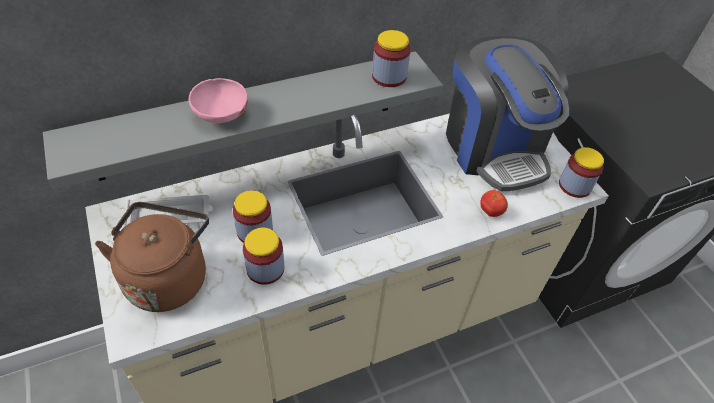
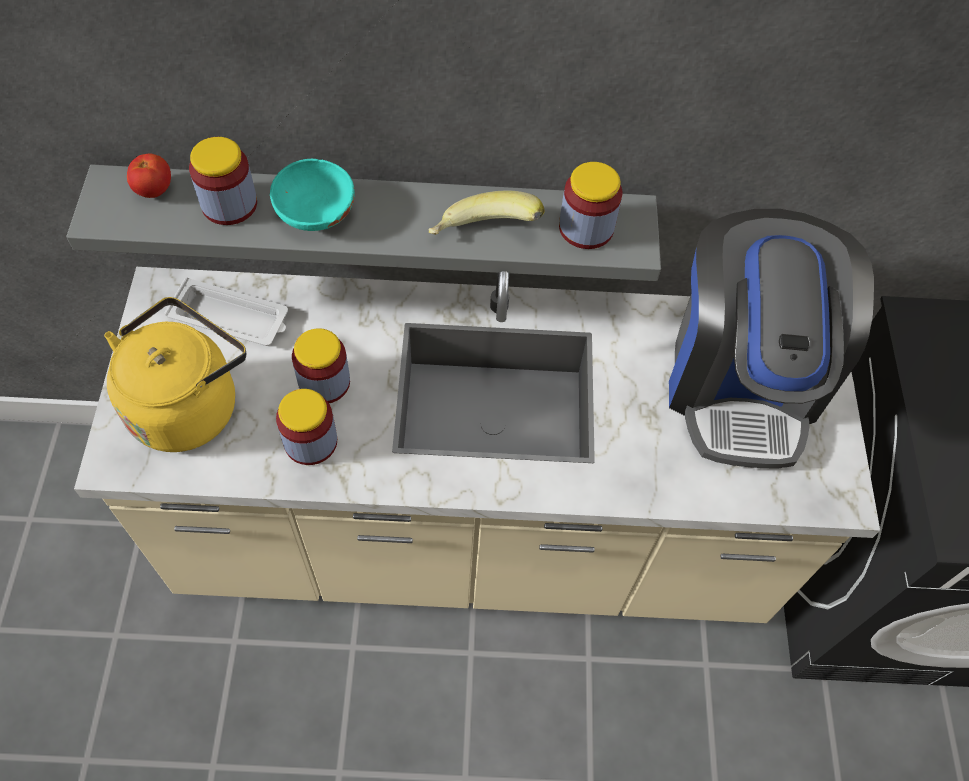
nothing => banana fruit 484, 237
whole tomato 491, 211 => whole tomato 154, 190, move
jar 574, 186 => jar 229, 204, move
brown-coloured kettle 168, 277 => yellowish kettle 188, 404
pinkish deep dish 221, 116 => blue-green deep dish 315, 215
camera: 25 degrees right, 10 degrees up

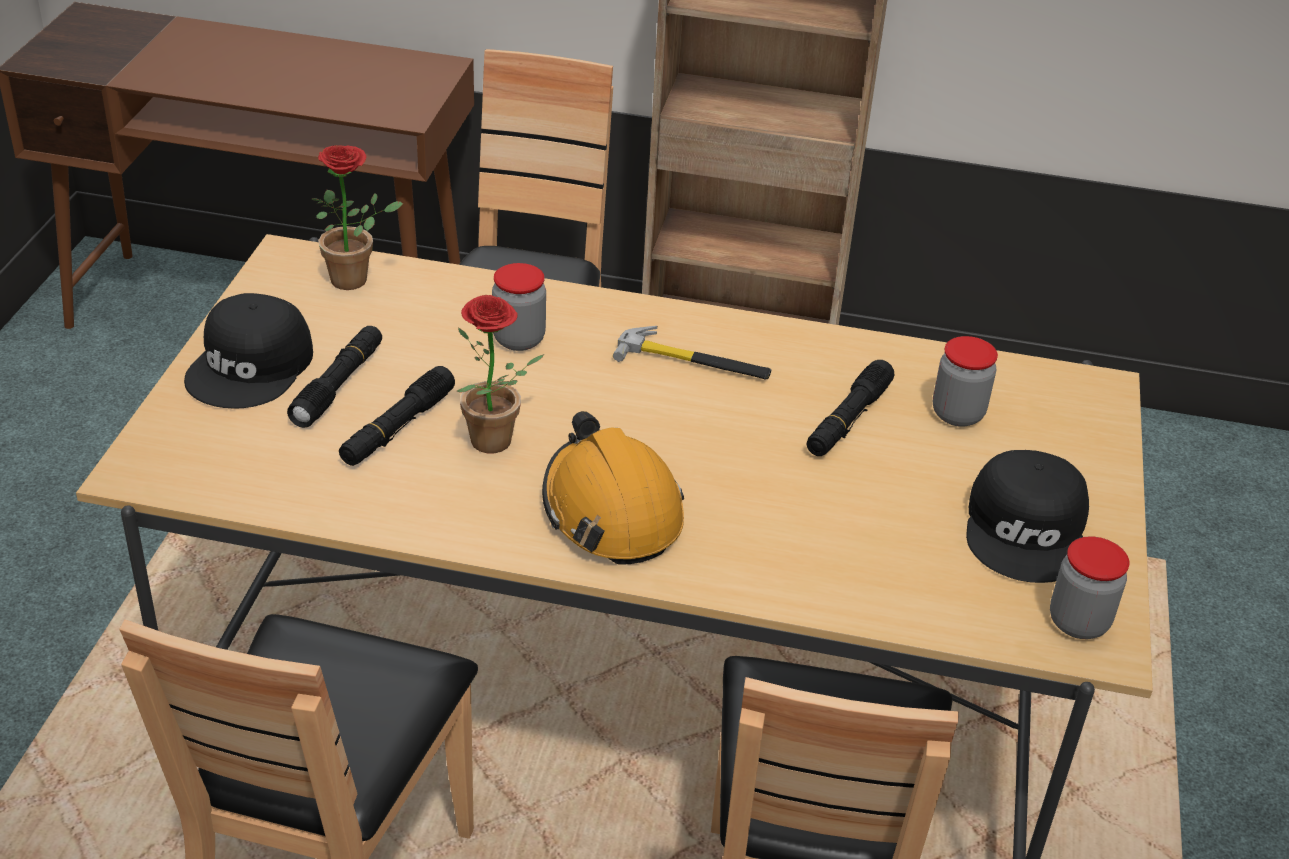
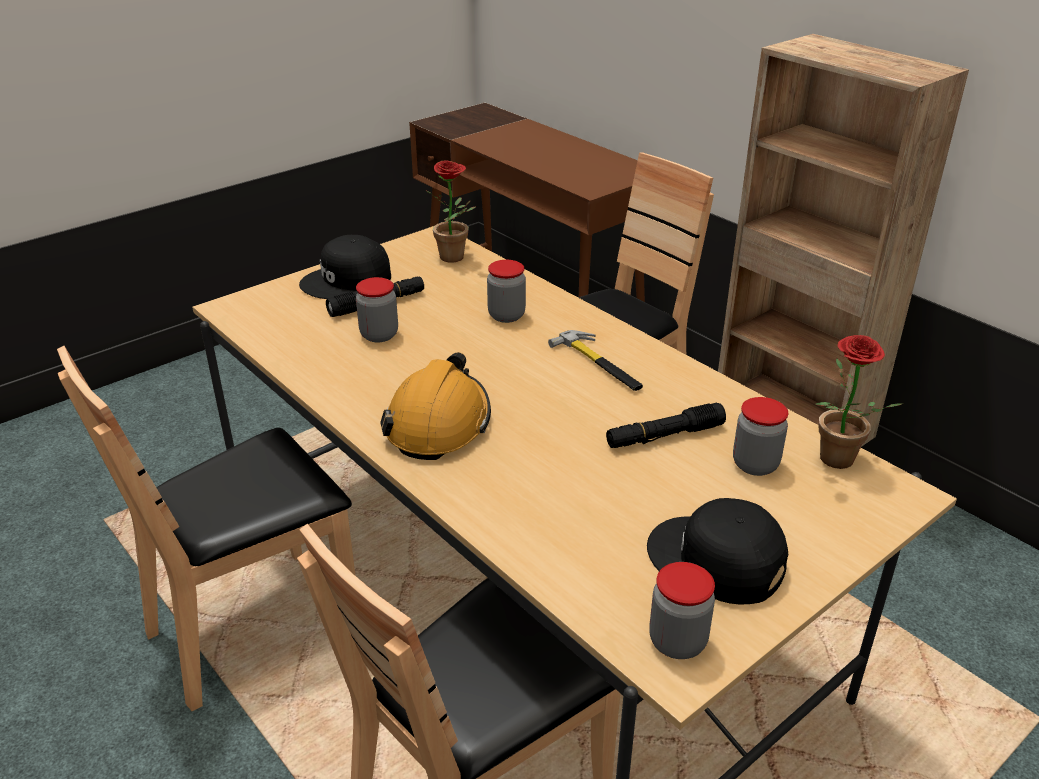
potted plant 493, 446 => potted plant 836, 463, move
black hand torch 397, 427 => jar 379, 335
black baseball cap 1027, 530 => black baseball cap 716, 561, 75 degrees clockwise
camera: 40 degrees right, 5 degrees down

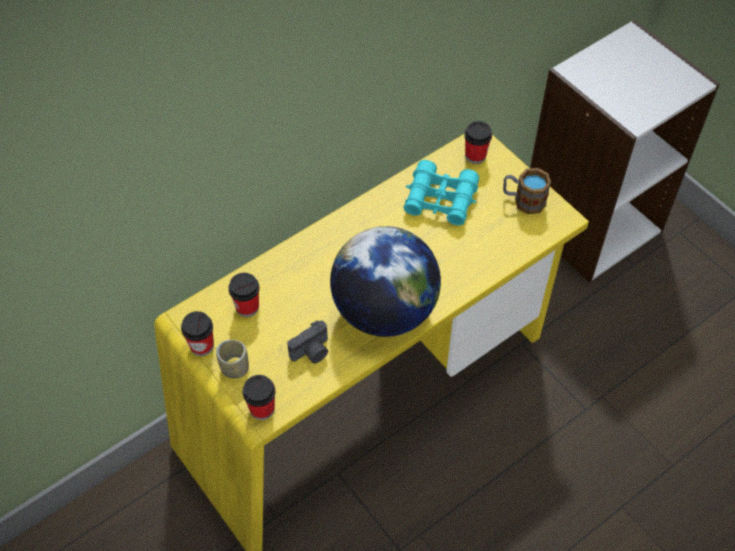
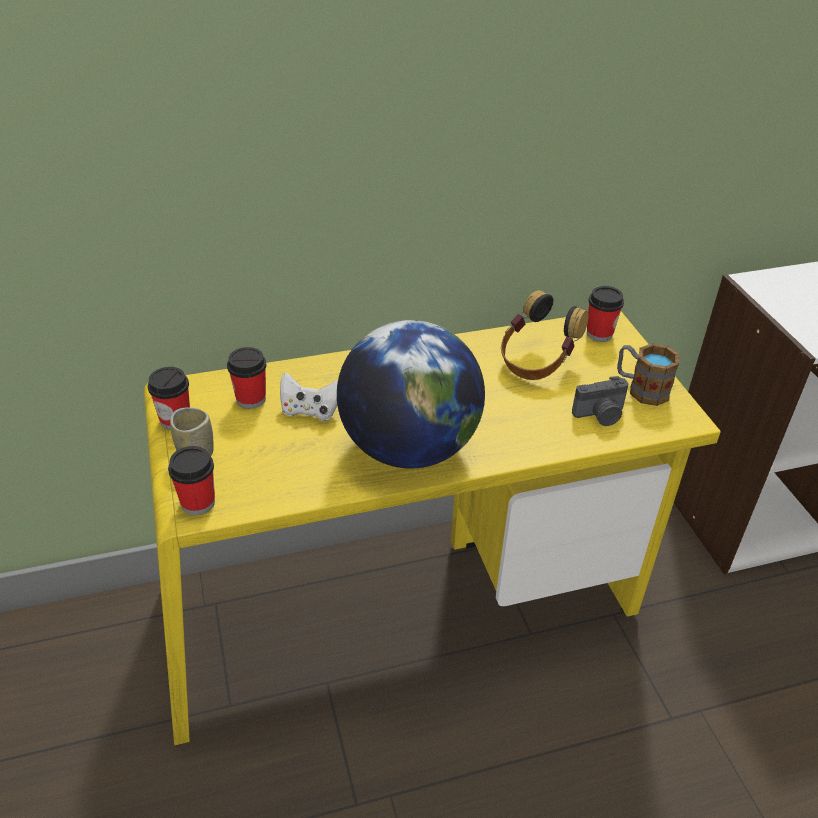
nothing => white-coloured joypad 310, 411
photo camera 312, 352 => photo camera 600, 415, move
blue-green pair of binoculars 440, 199 => headphones 536, 362
camera: 20 degrees right, 15 degrees down

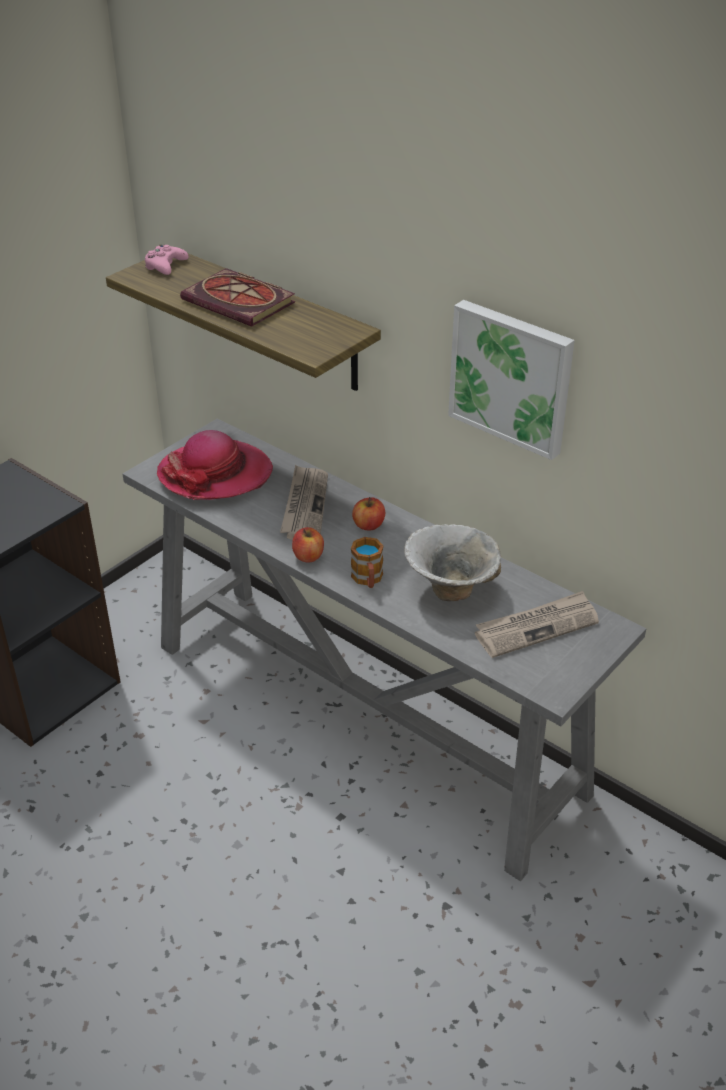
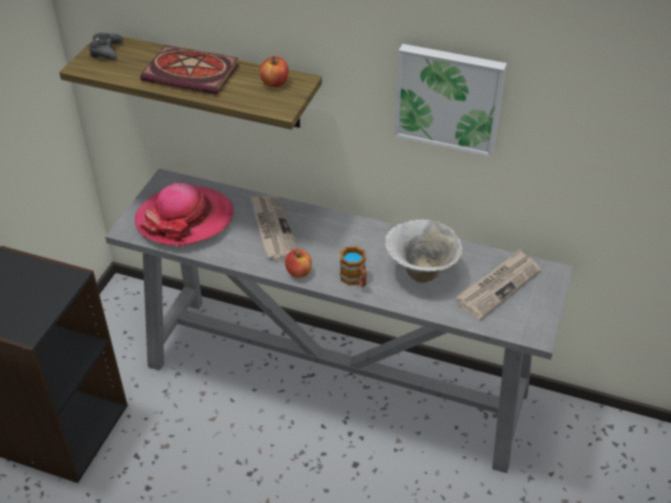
apple 368, 525 => apple 274, 83, move
pinkish joypad 165, 266 => black joypad 106, 51
camera: 20 degrees left, 5 degrees up

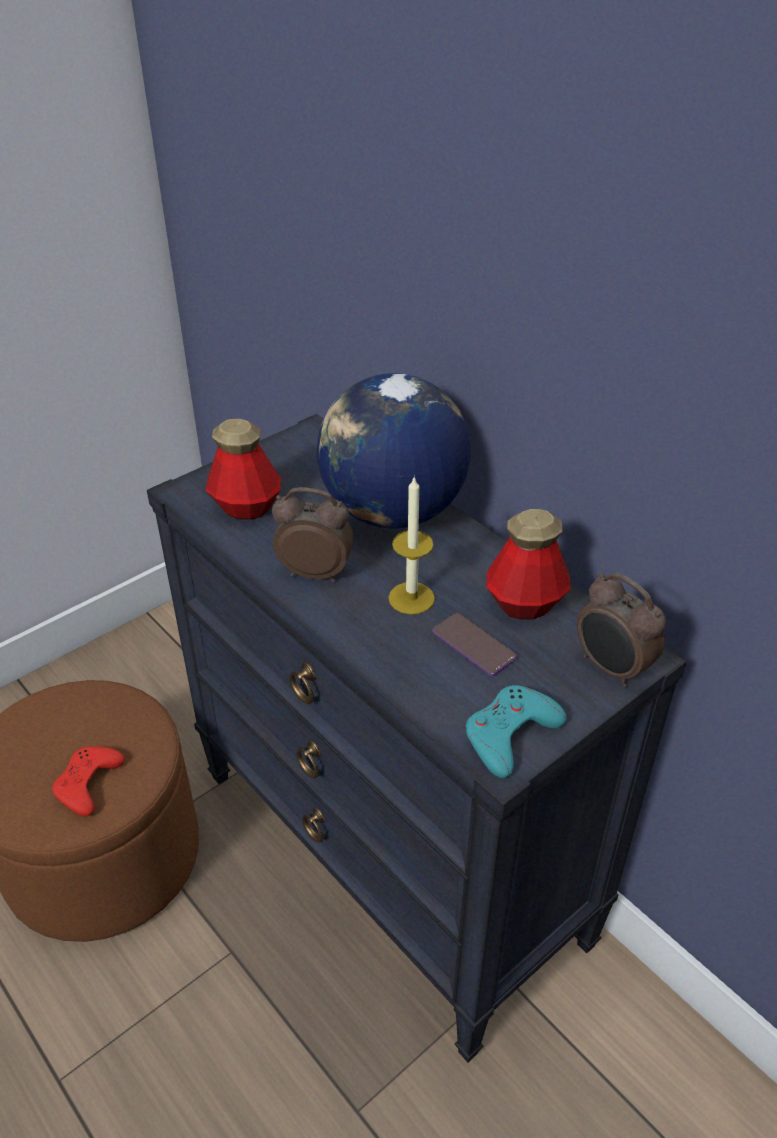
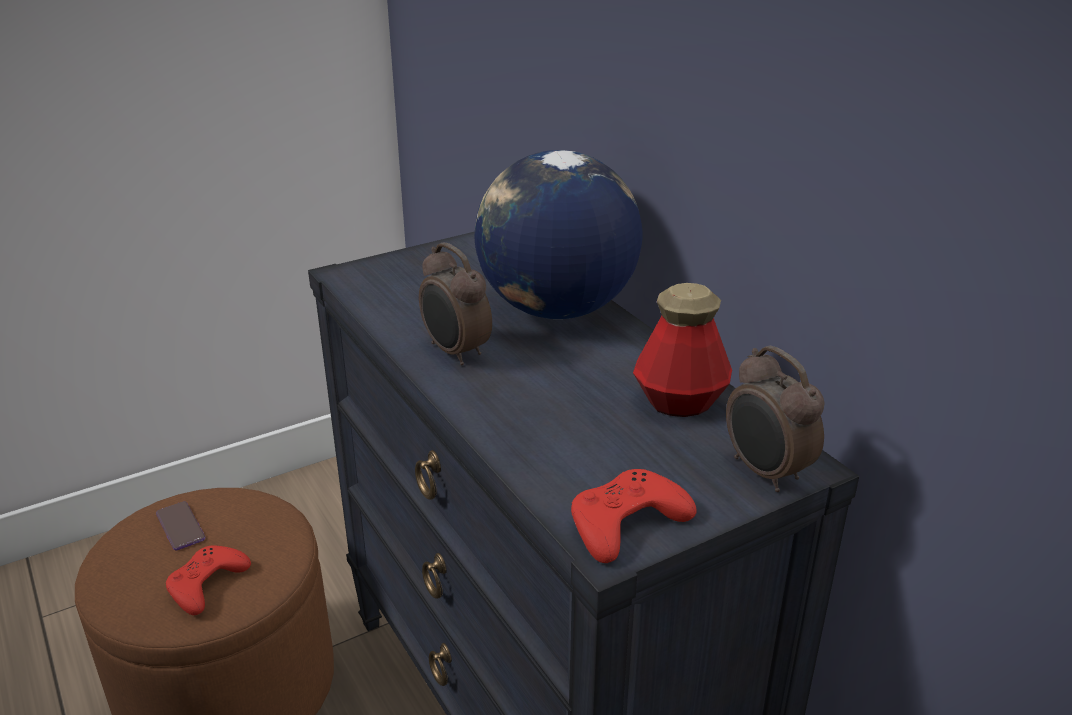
bottle 246, 507 => nothing
wax candle 411, 598 => nothing
telephone 474, 645 => telephone 180, 526, move
blue-green joypad 510, 734 => red-coloured joypad 626, 522
bedside clock 315, 572 => bedside clock 455, 352, 150 degrees counterclockwise
camera: 10 degrees right, 10 degrees down

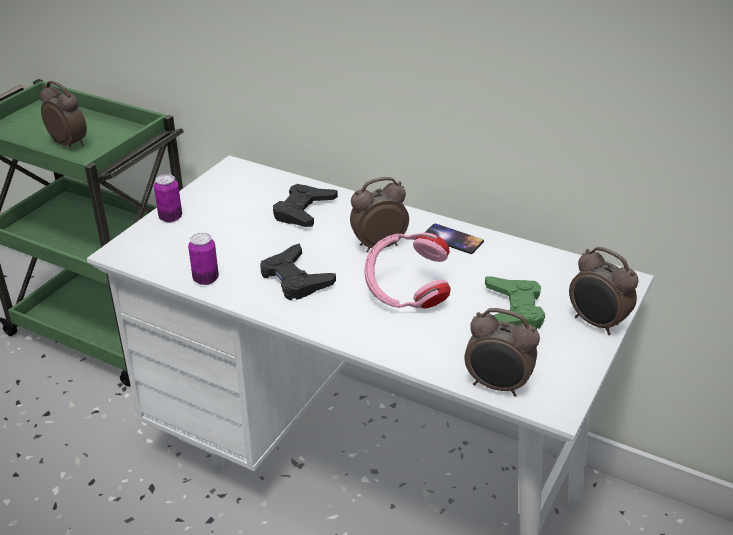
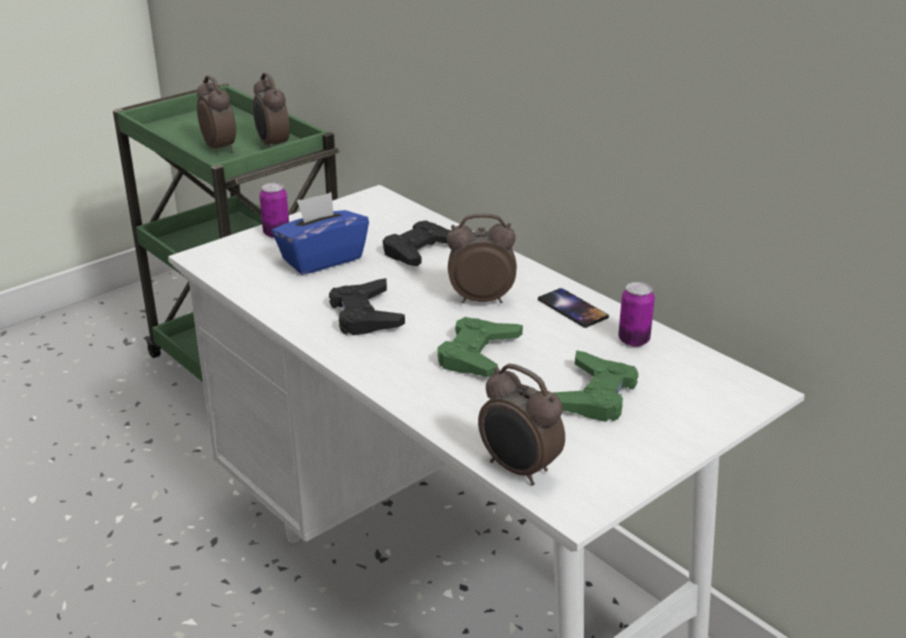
nothing => blue-coloured tissue box 322, 259
metal can 206, 279 => metal can 633, 340, move
bedside clock 596, 323 => bedside clock 272, 145, move
pinkish headphones 406, 295 => greenish joypad 478, 354
camera: 20 degrees right, 5 degrees down

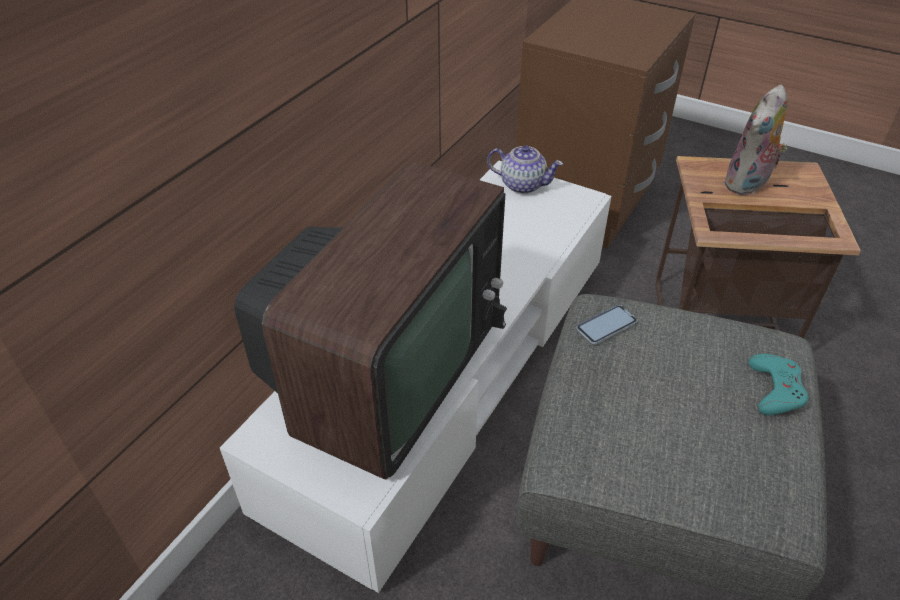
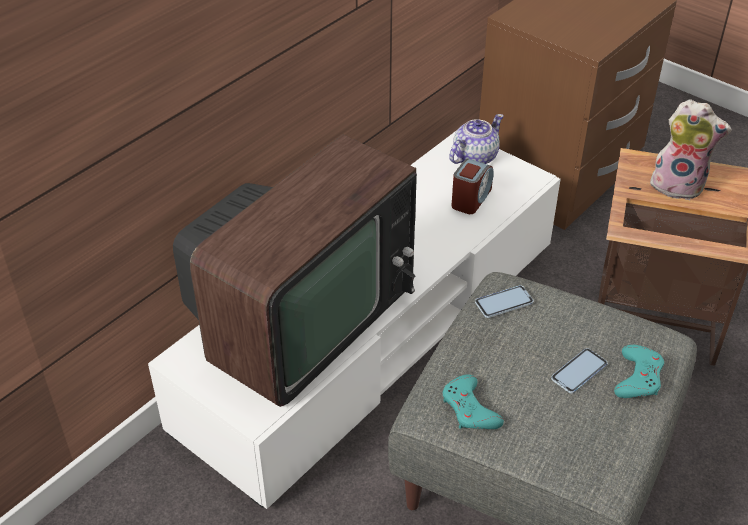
nothing => blue-green joypad 470, 409
nothing => bedside clock 471, 199
nothing => telephone 579, 372
pot for tea 522, 184 => pot for tea 474, 157, 75 degrees counterclockwise
cuddly toy 747, 185 => cuddly toy 679, 185, 120 degrees counterclockwise
camera: 10 degrees right, 0 degrees up

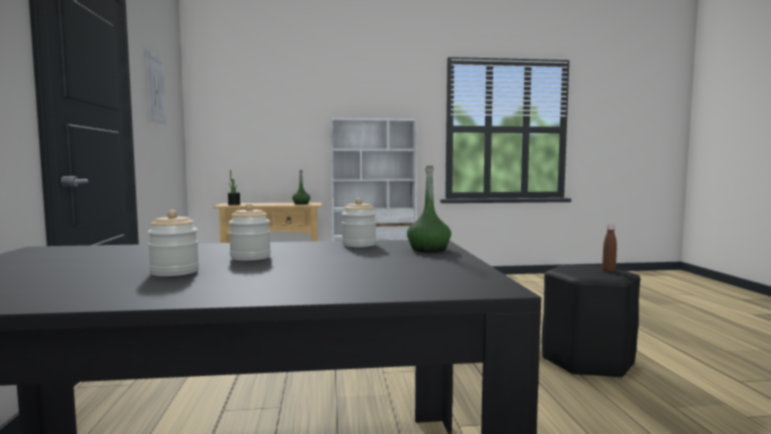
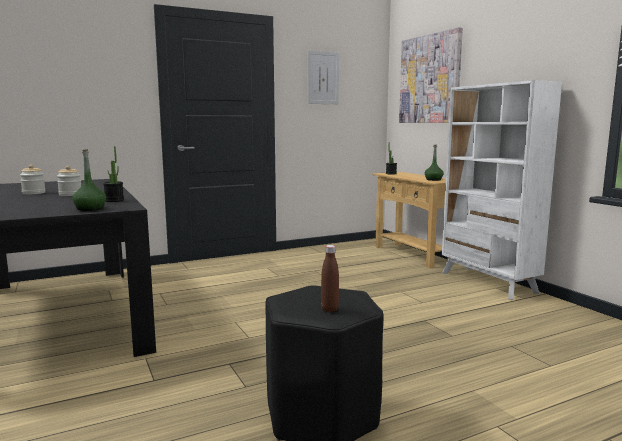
nothing => wall art 430, 79
jar 359, 244 => potted plant 114, 200
camera: 70 degrees right, 5 degrees up

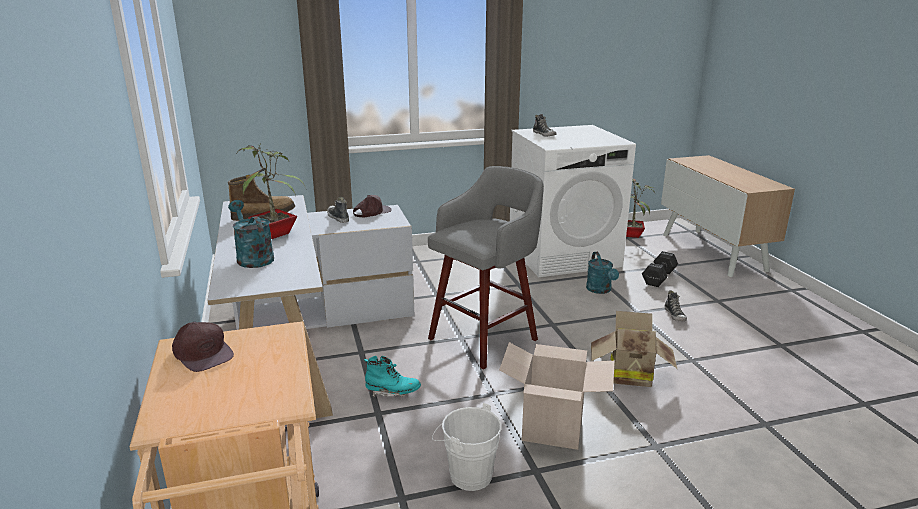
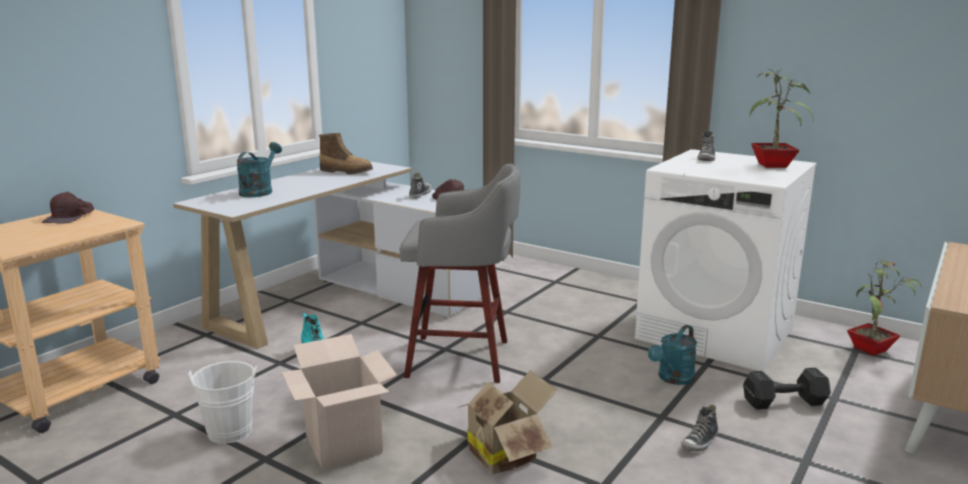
potted plant 276, 233 => potted plant 774, 165, move
camera: 50 degrees right, 5 degrees down

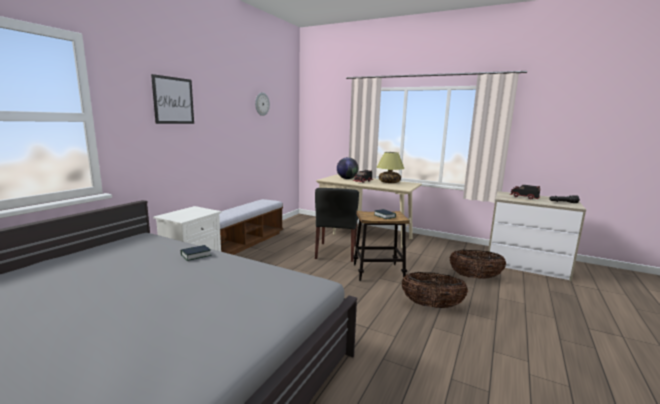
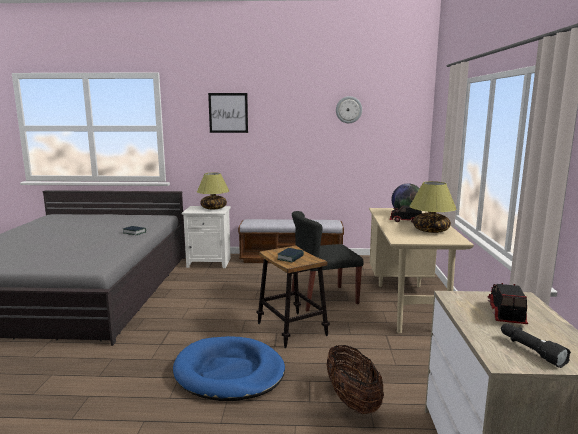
nothing => table lamp 213, 208
household basket 432, 305 => blue-coloured dog cushion 229, 372
camera: 65 degrees right, 0 degrees up

